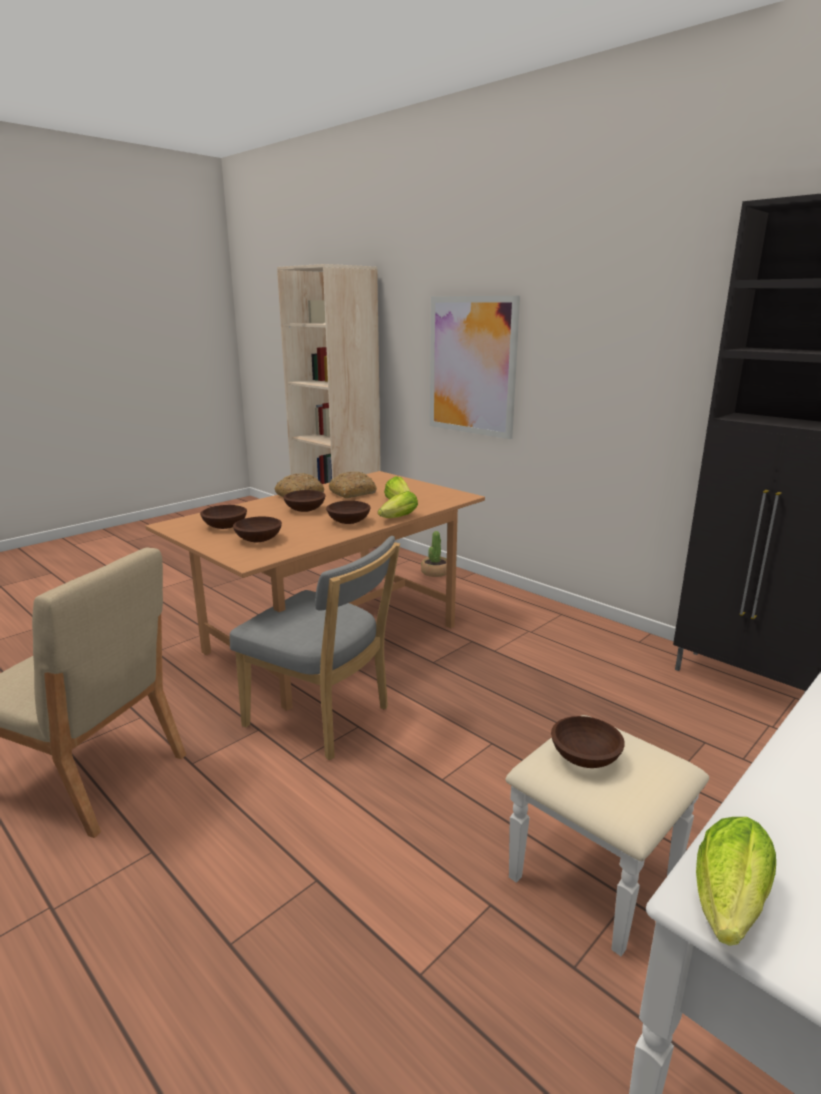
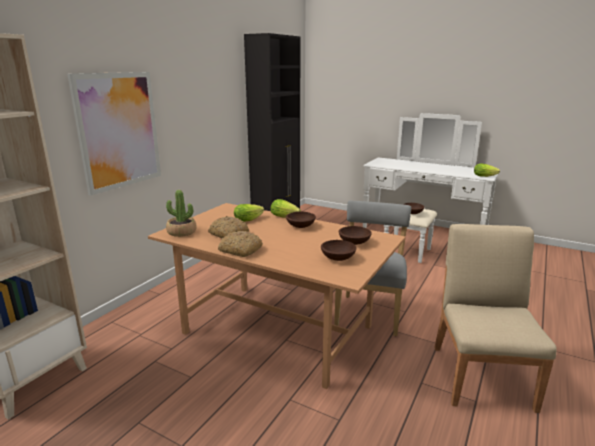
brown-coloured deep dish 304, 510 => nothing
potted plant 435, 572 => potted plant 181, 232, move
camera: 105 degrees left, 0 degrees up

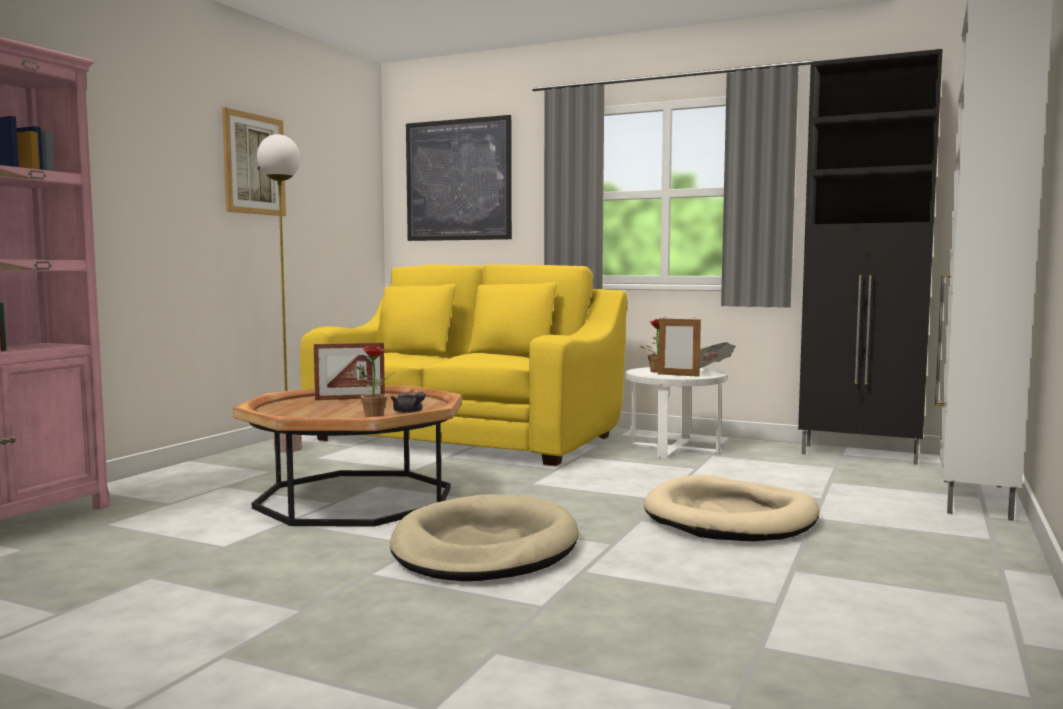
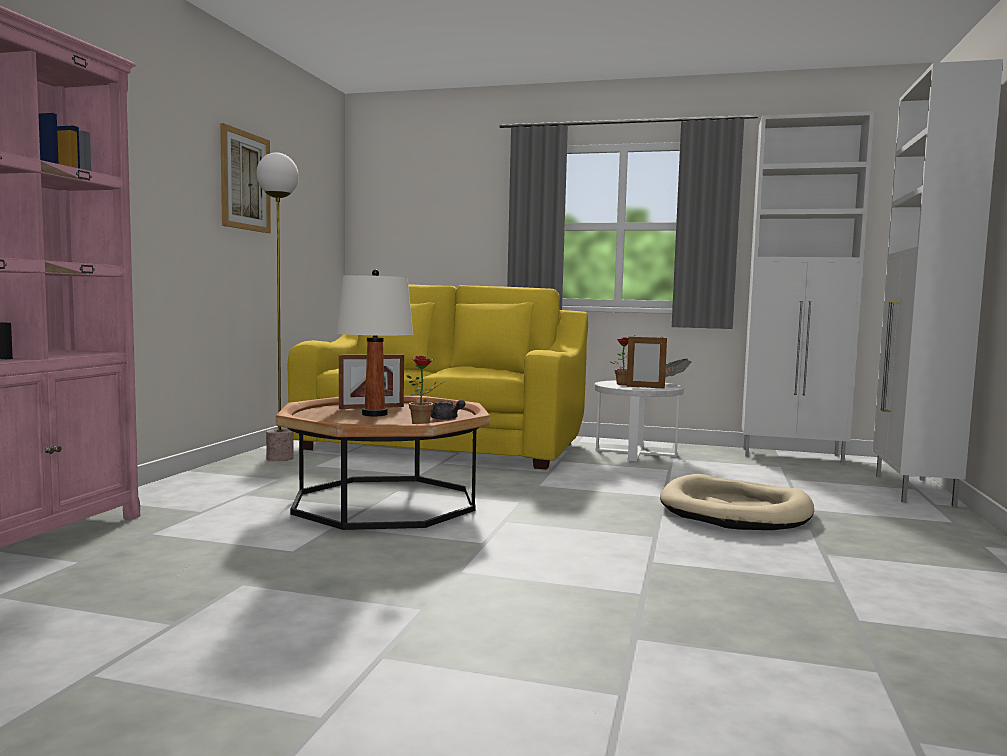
sand-coloured dog cushion 484, 548 => nothing
wall art 458, 180 => nothing
nothing => white-coloured table lamp 374, 414
black storage cabinet 861, 455 => white-coloured storage cabinet 793, 456
camera: 10 degrees left, 0 degrees up

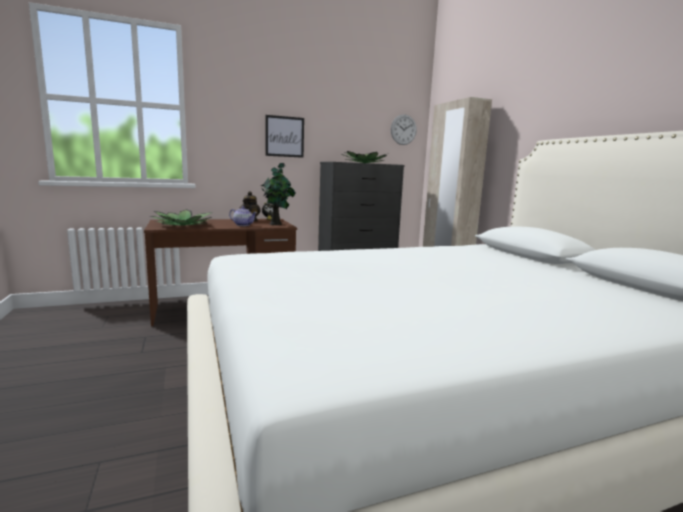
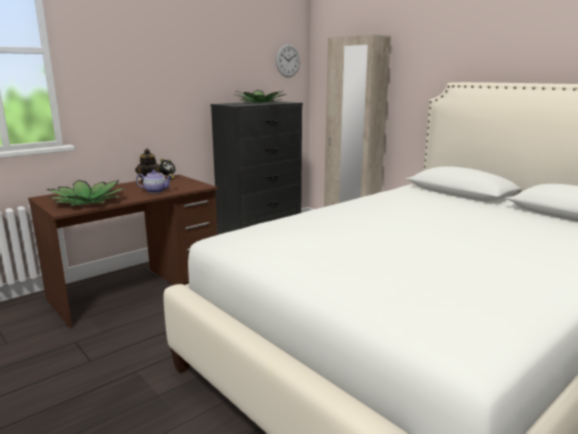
potted plant 277, 224 => nothing
wall art 284, 136 => nothing
camera: 20 degrees left, 5 degrees up

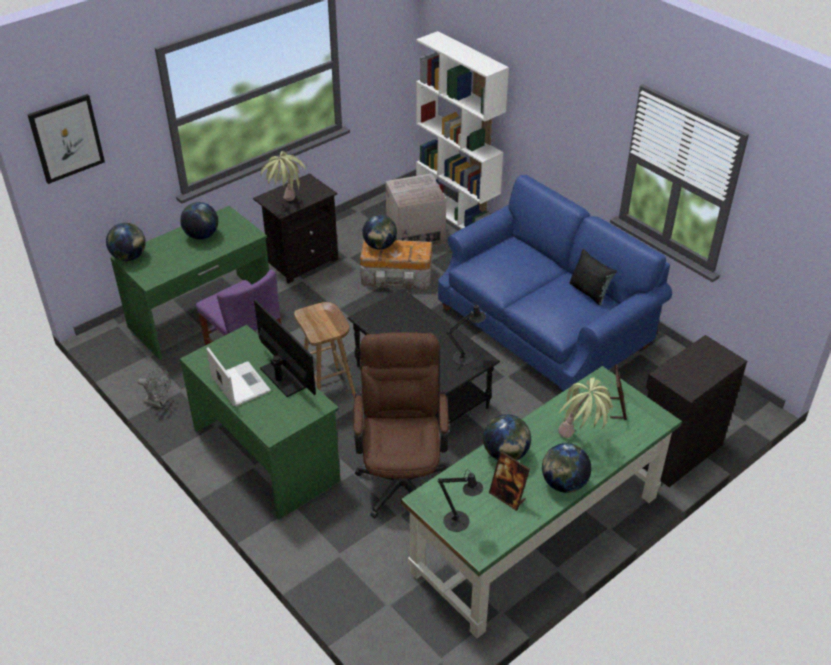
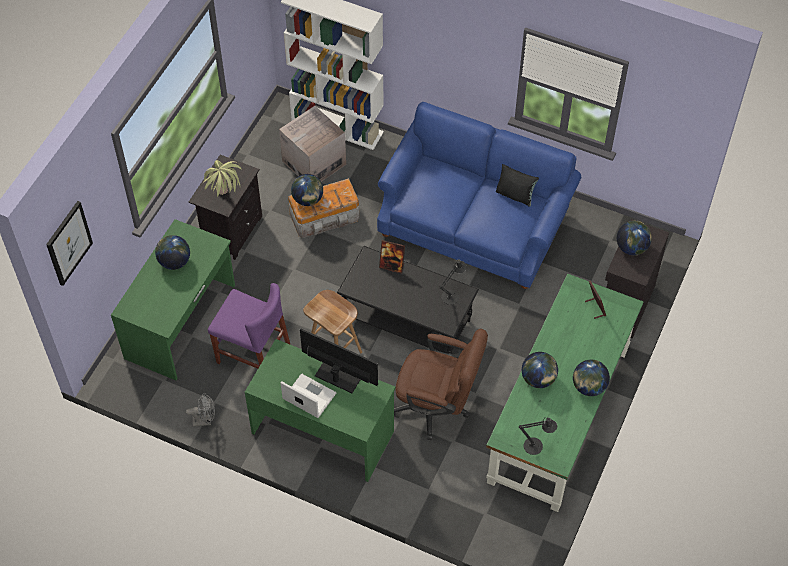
potted plant 581, 443 => nothing
world globe 129, 257 => world globe 631, 248, move
standing frame 507, 497 => standing frame 392, 266, move
brown-coloured desk chair 401, 476 => brown-coloured desk chair 437, 407, 135 degrees clockwise
camera: 25 degrees left, 15 degrees up

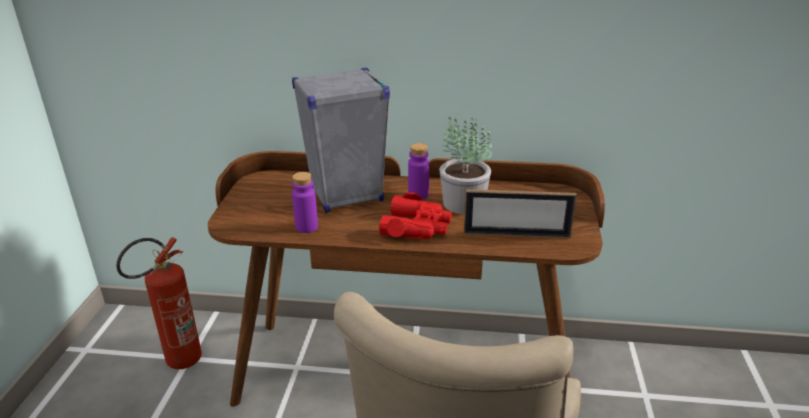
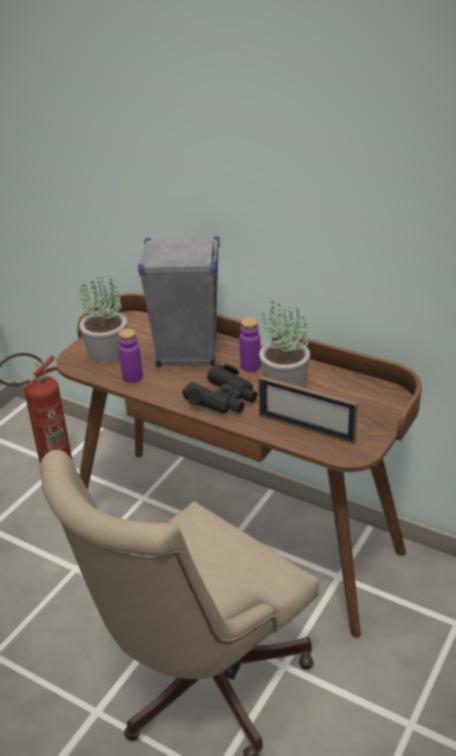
nothing => potted plant 108, 353
red-coloured pair of binoculars 416, 227 => black pair of binoculars 223, 399
camera: 25 degrees right, 5 degrees up

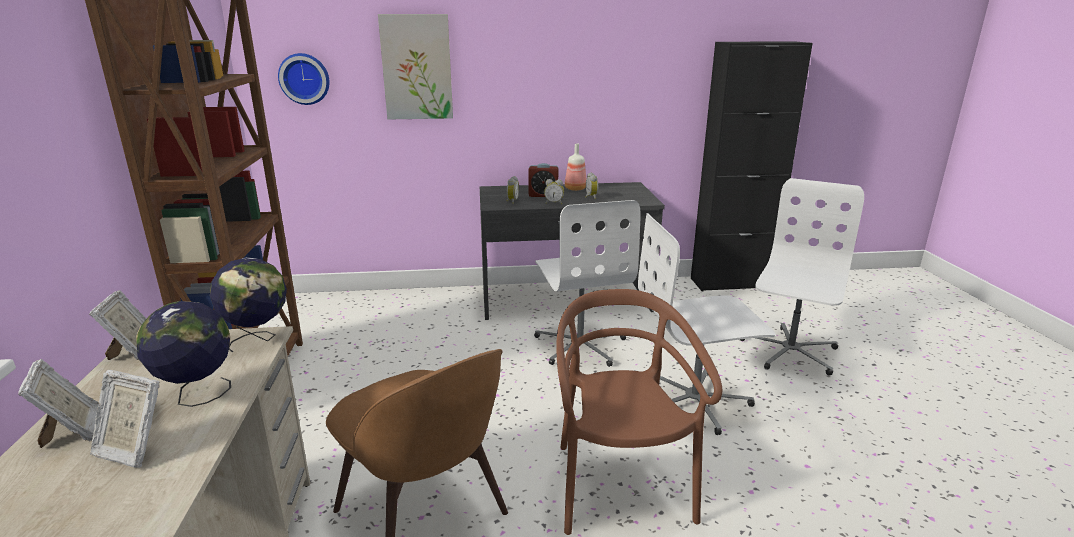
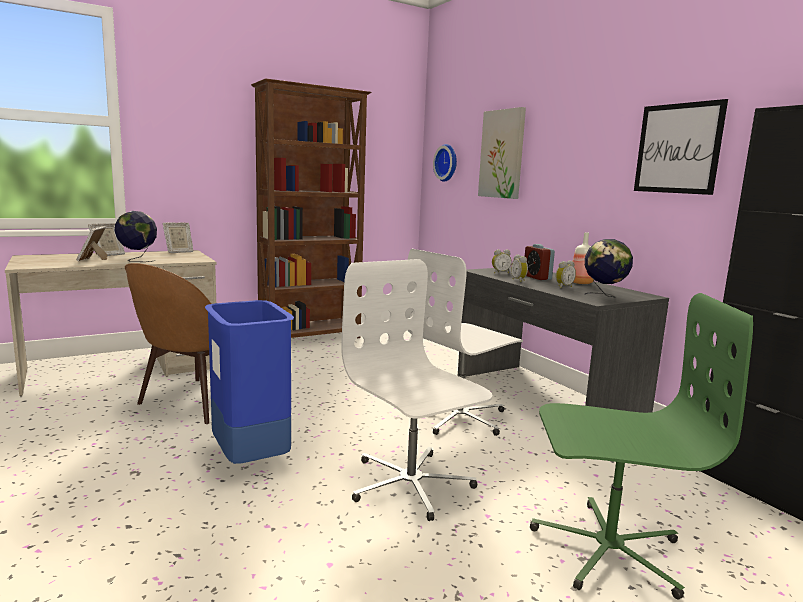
nothing => wall art 678, 148
world globe 258, 339 => world globe 604, 296, move
brown-coloured plain chair 619, 485 => blue-coloured waste bin 251, 459
white-coloured desk chair 789, 351 => greenish desk chair 607, 549
camera: 65 degrees right, 10 degrees down

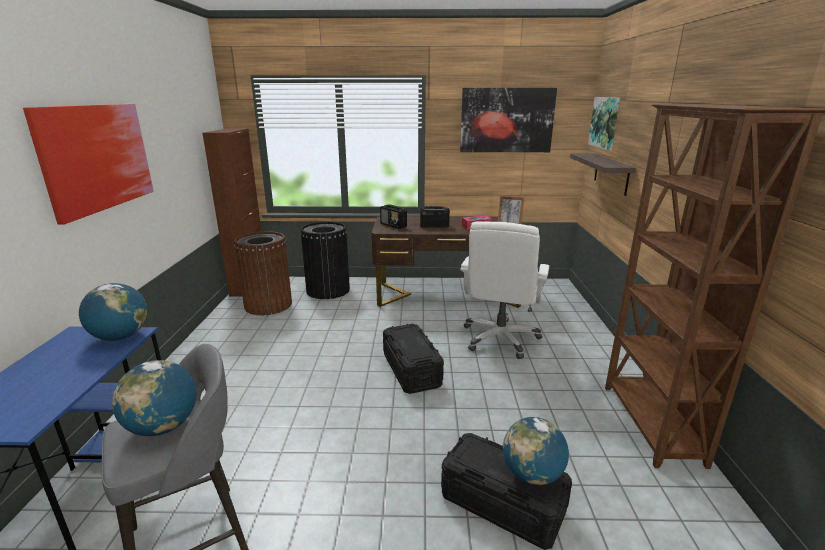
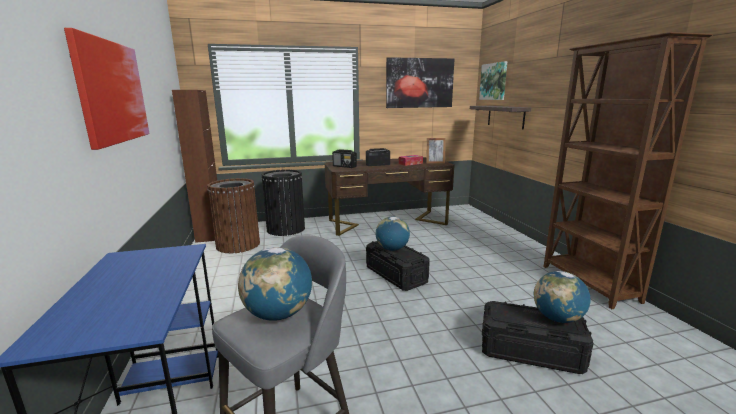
white-coloured desk chair 500, 338 => nothing
world globe 120, 337 => world globe 392, 249, move
camera: 15 degrees left, 5 degrees down

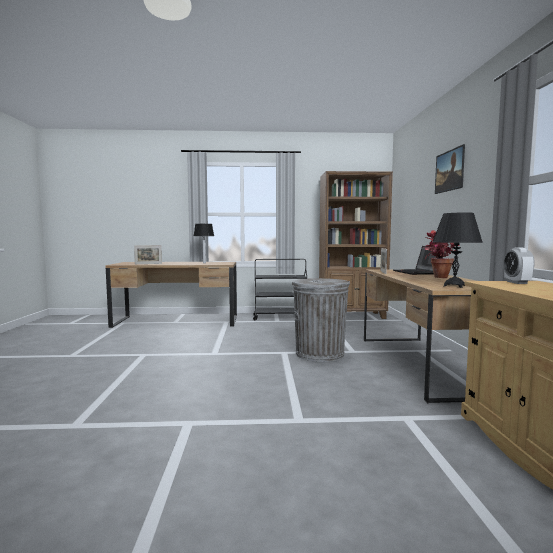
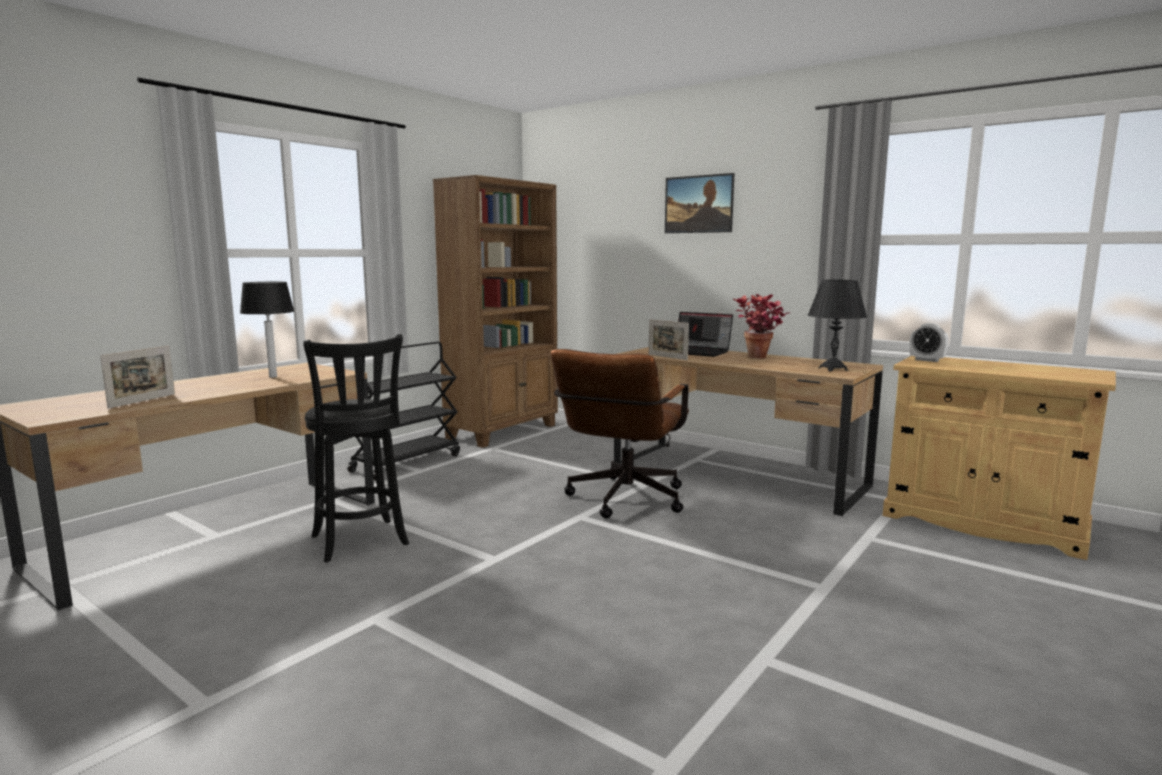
nothing => black sitting stool 361, 542
greyish waste bin 319, 353 => brown-coloured desk chair 622, 501
camera: 50 degrees left, 5 degrees up

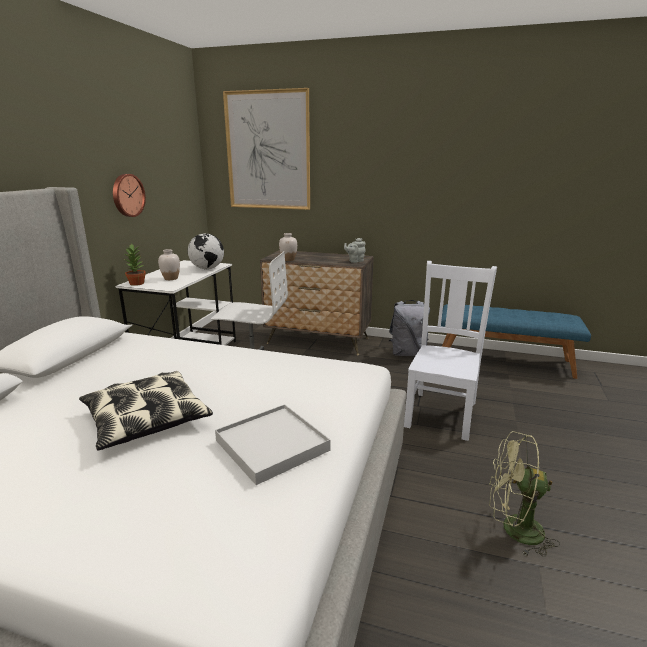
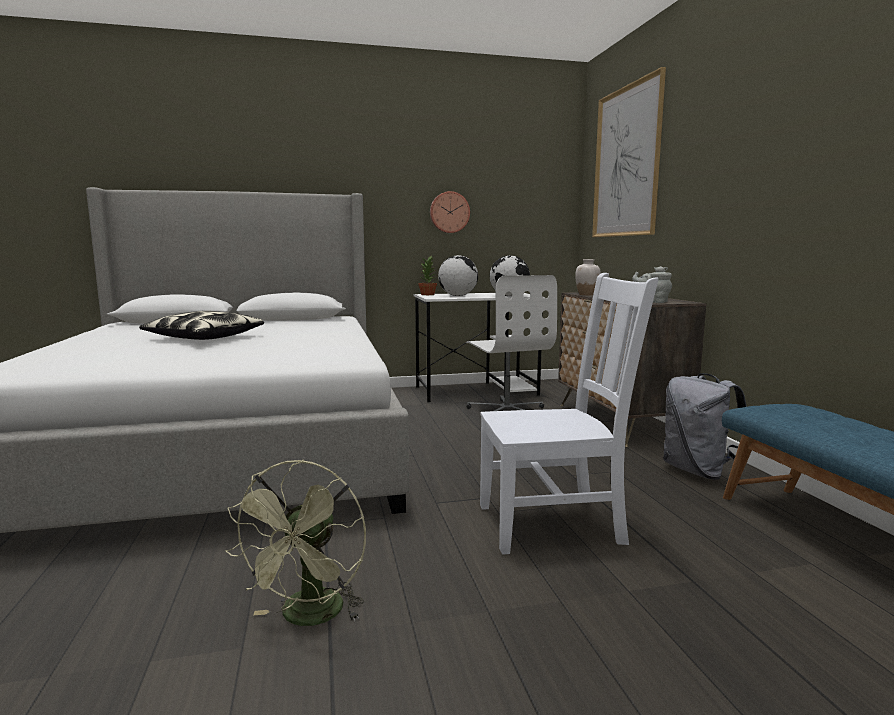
white-coloured serving tray 272, 445 => nothing
white-coloured flower vase 171, 278 => world globe 457, 296
greenish fan 513, 530 => greenish fan 308, 618, 150 degrees counterclockwise
camera: 60 degrees right, 10 degrees down

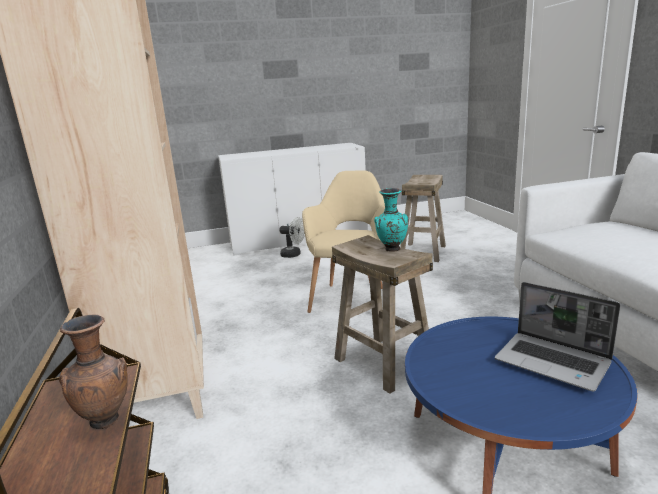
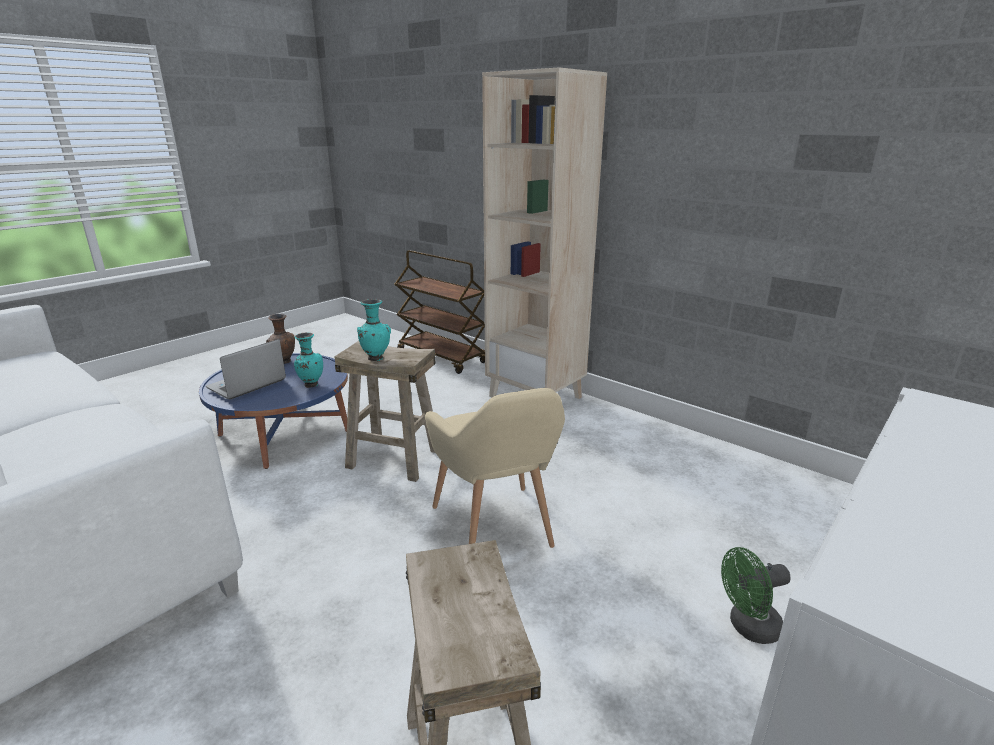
nothing => blue-green flower vase 311, 385
brown-coloured flower vase 106, 419 => brown-coloured flower vase 284, 362, move
white-coloured fan 294, 255 => greenish fan 748, 627
portable computer 553, 362 => portable computer 246, 385, 60 degrees counterclockwise
camera: 145 degrees right, 5 degrees up

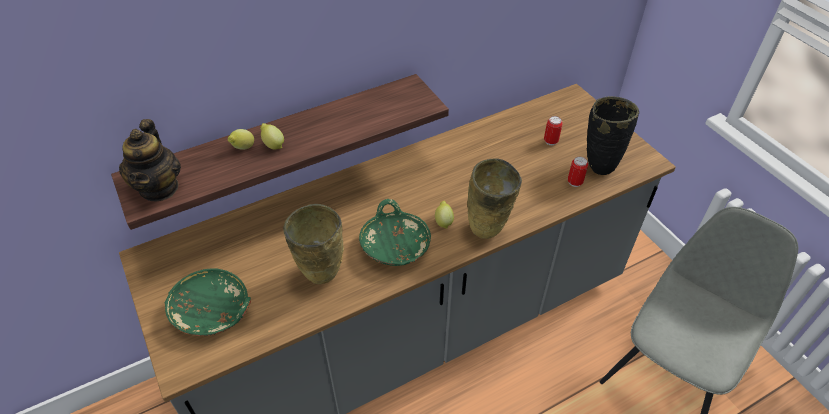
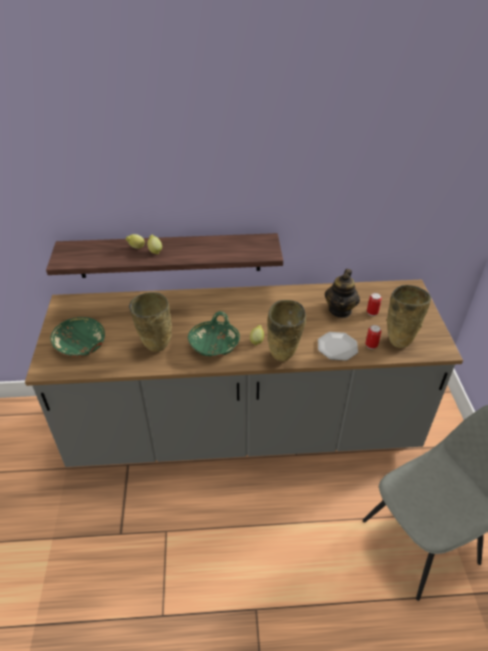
nothing => dinner plate 336, 347
pot for tea 159, 188 => pot for tea 340, 310, move
black flower vase 599, 165 => sand-coloured flower vase 399, 340
camera: 25 degrees right, 5 degrees down

